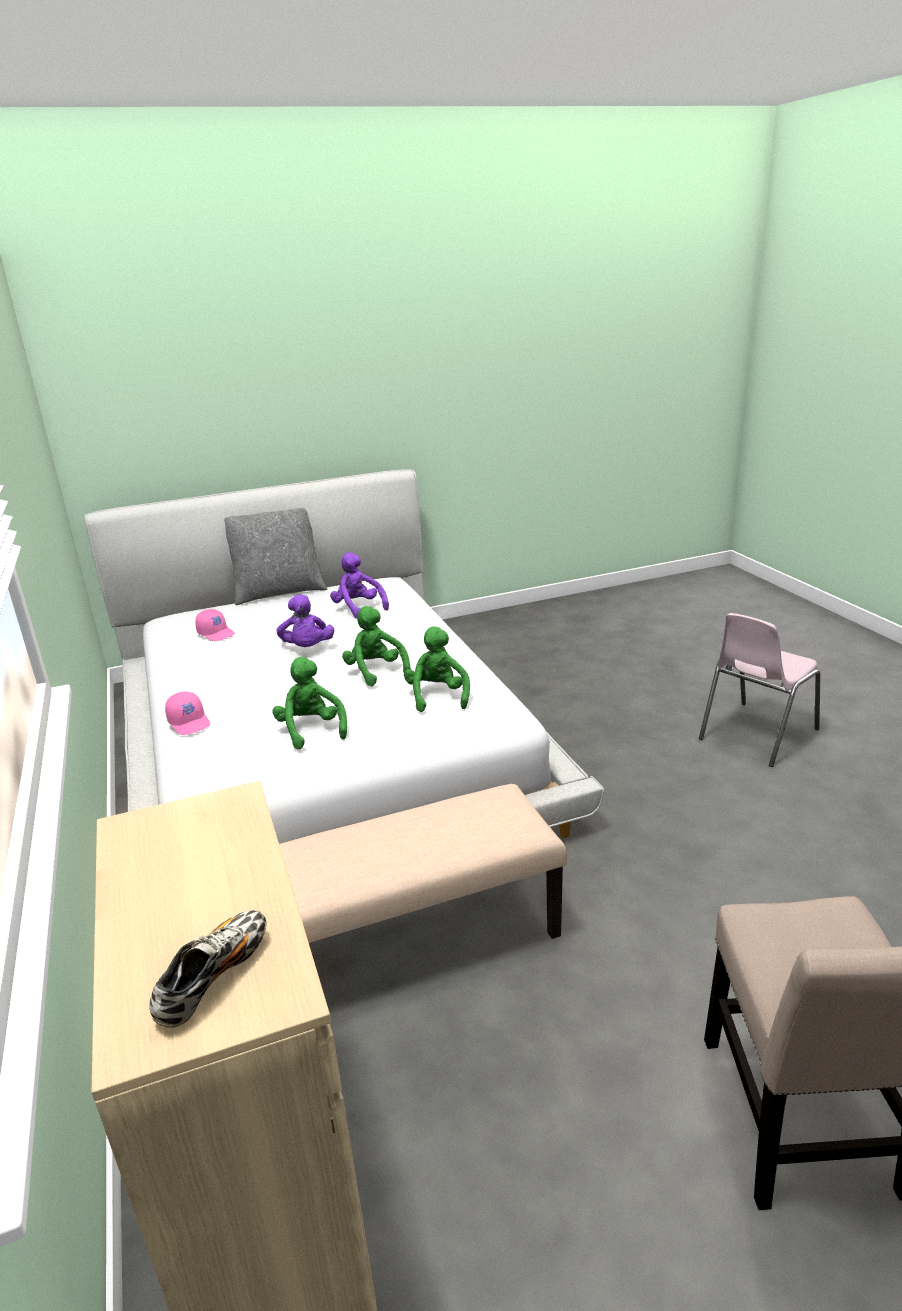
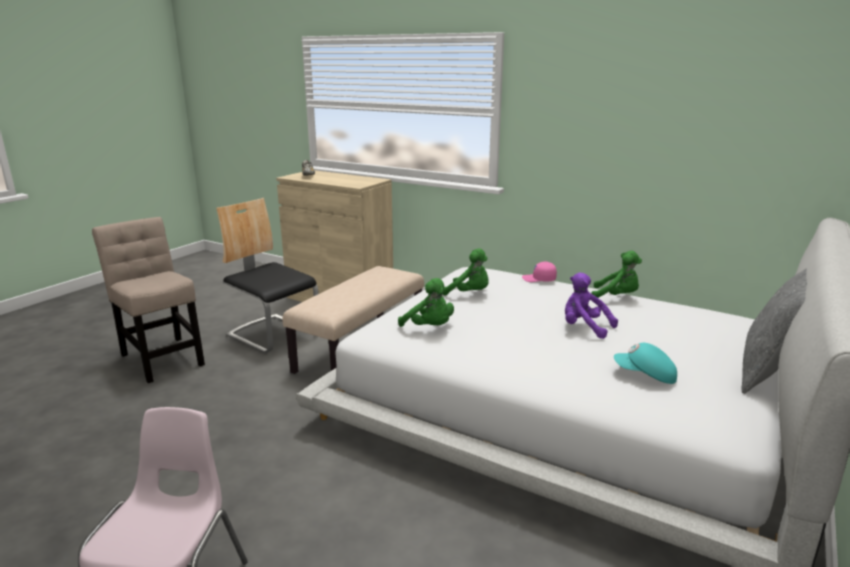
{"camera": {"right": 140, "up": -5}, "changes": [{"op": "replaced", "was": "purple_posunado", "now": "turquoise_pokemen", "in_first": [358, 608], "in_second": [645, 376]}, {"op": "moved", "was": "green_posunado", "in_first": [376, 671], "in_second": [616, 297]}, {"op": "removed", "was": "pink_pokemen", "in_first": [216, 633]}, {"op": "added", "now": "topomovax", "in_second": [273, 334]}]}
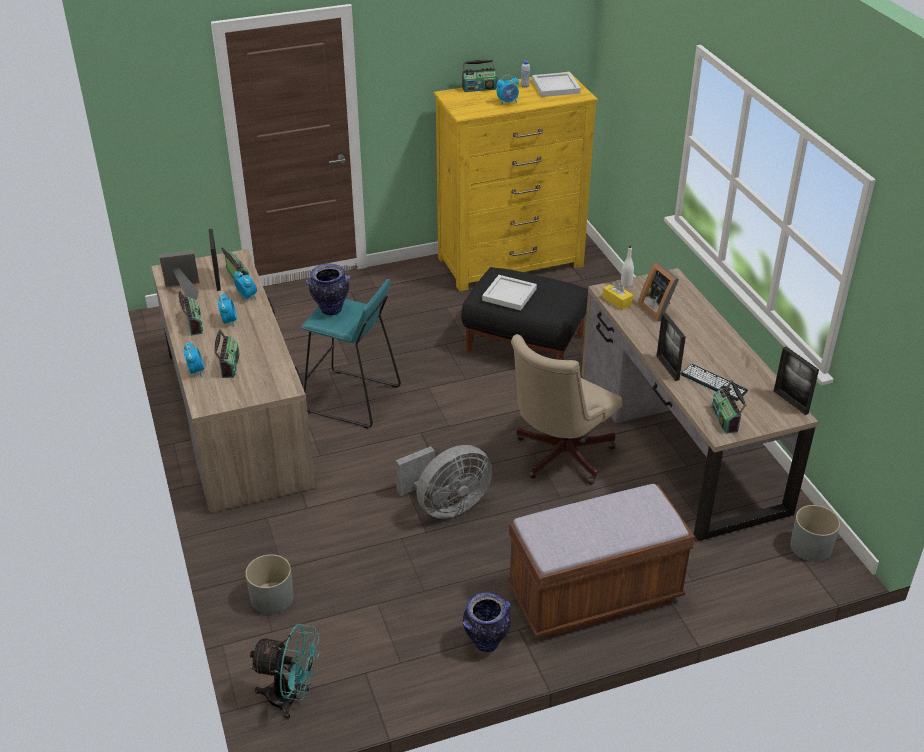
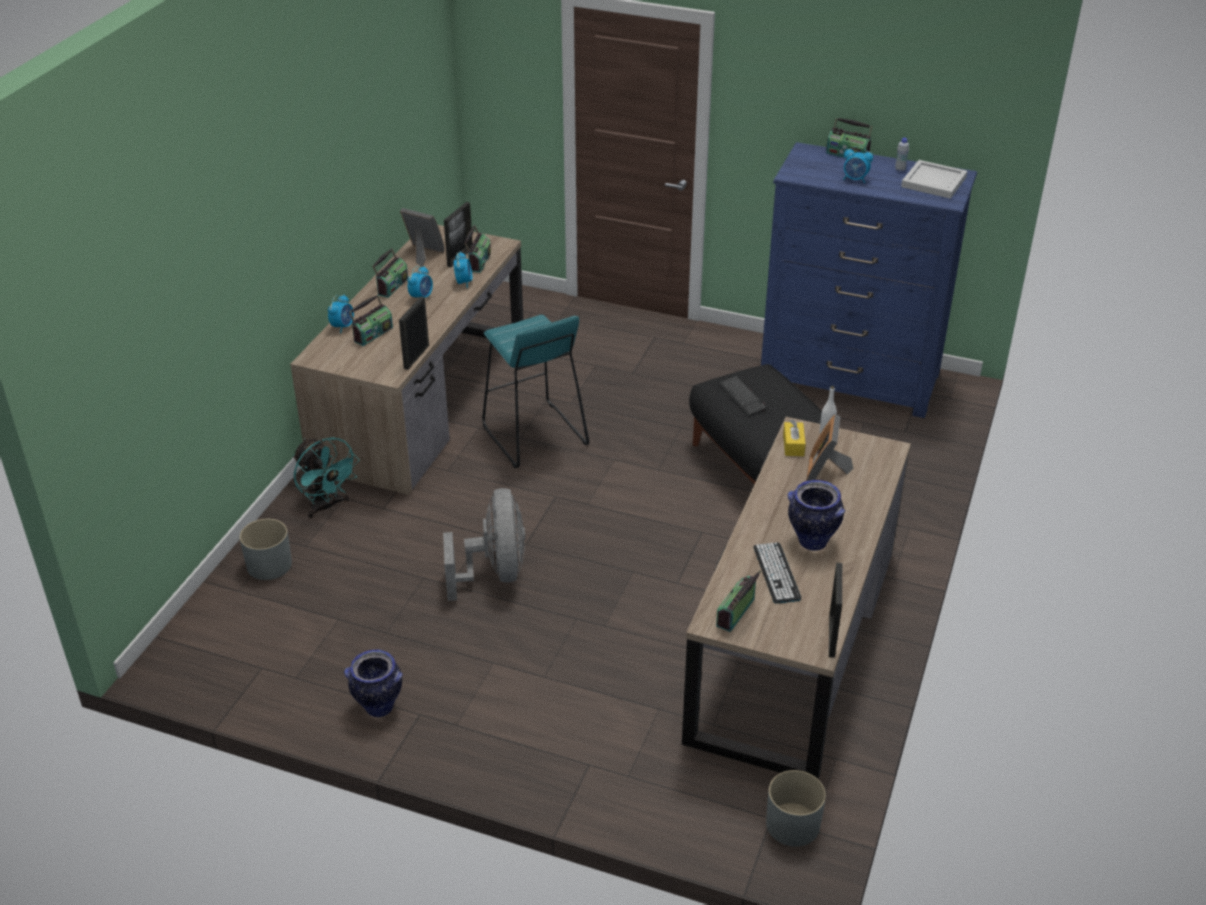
{"camera": {"right": 40, "up": 0}, "changes": [{"op": "recoloured", "was": "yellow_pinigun", "now": "blue_pinigun", "in_first": [511, 262], "in_second": [850, 379]}, {"op": "moved", "was": "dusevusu", "in_first": [330, 310], "in_second": [811, 542]}, {"op": "replaced", "was": "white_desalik", "now": "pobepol", "in_first": [510, 294], "in_second": [742, 397]}, {"op": "moved", "was": "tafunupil", "in_first": [667, 368], "in_second": [416, 357]}, {"op": "removed", "was": "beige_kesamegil", "in_first": [558, 457]}, {"op": "turned", "was": "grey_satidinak", "in_first": [446, 506], "in_second": [494, 573], "clockwise": -105}, {"op": "removed", "was": "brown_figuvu", "in_first": [594, 595]}, {"op": "moved", "was": "turquoise_satidinak", "in_first": [291, 698], "in_second": [327, 506]}]}
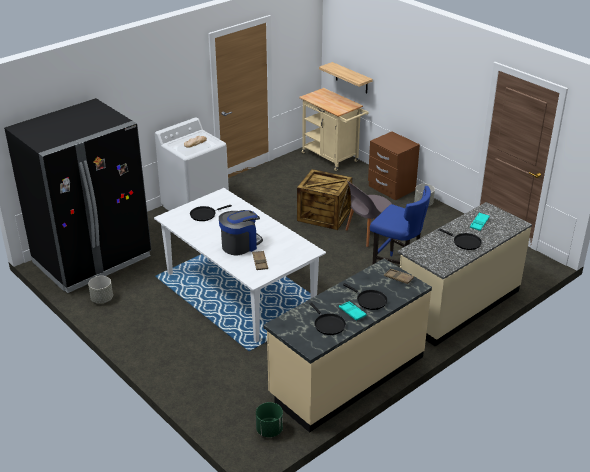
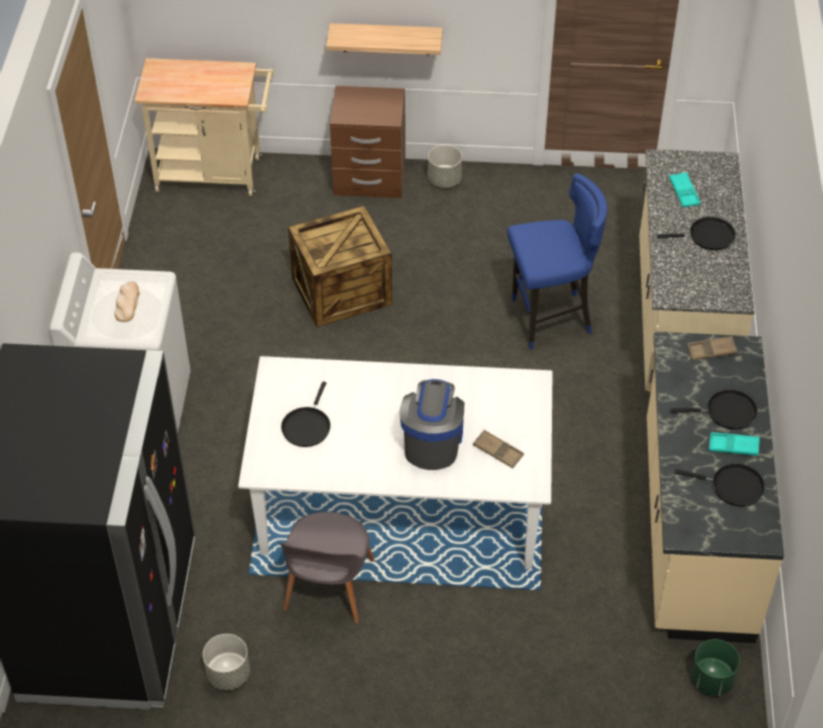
{"camera": {"right": -45, "up": 15}, "changes": [{"op": "moved", "was": "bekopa", "in_first": [351, 78], "in_second": [386, 39]}, {"op": "moved", "was": "grey_topomovax", "in_first": [368, 233], "in_second": [328, 588]}]}
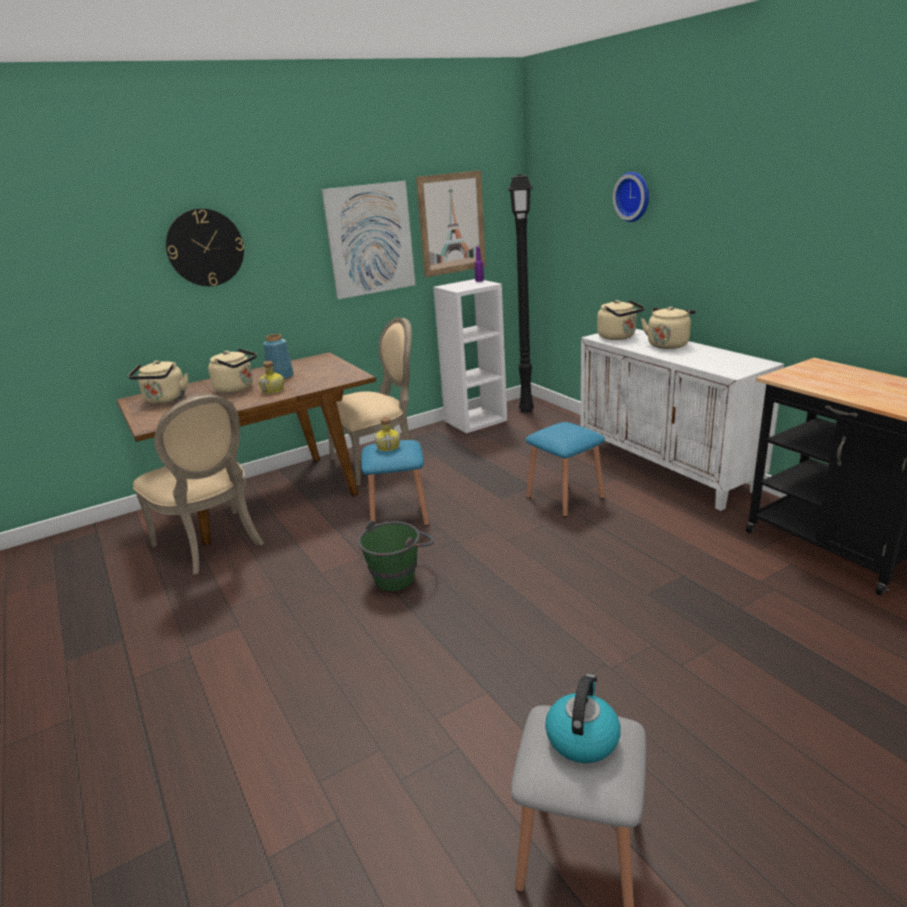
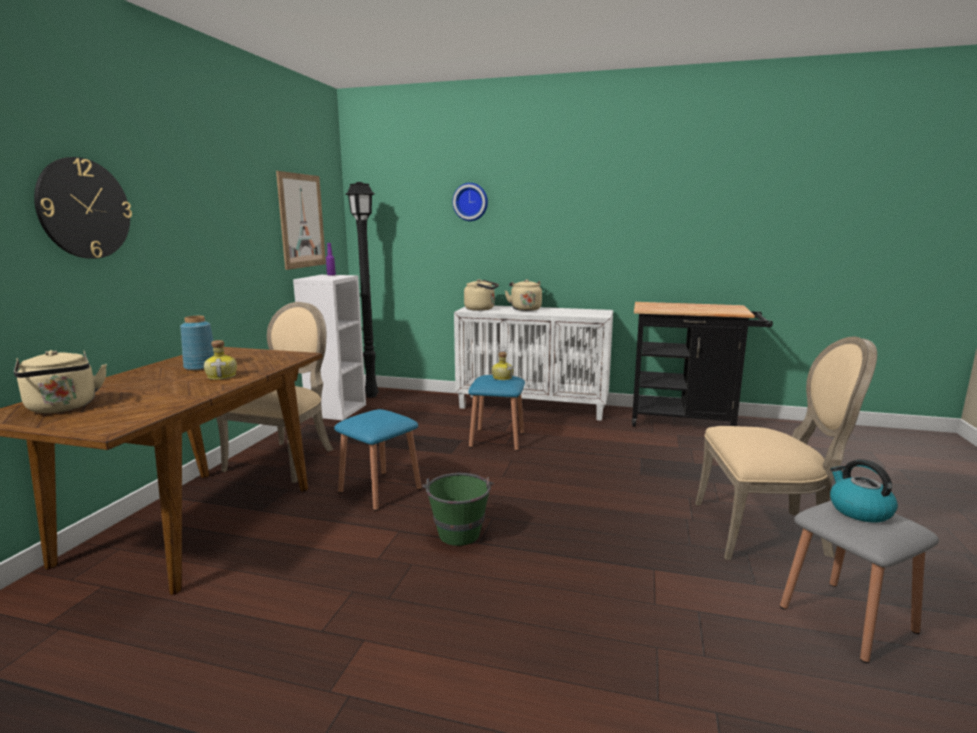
{"camera": {"right": -45, "up": -10}, "changes": [{"op": "removed", "was": "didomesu", "in_first": [370, 240]}, {"op": "removed", "was": "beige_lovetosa", "in_first": [237, 388]}, {"op": "moved", "was": "beige_topomovax", "in_first": [213, 544], "in_second": [766, 531]}, {"op": "moved", "was": "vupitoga", "in_first": [389, 447], "in_second": [502, 377]}]}
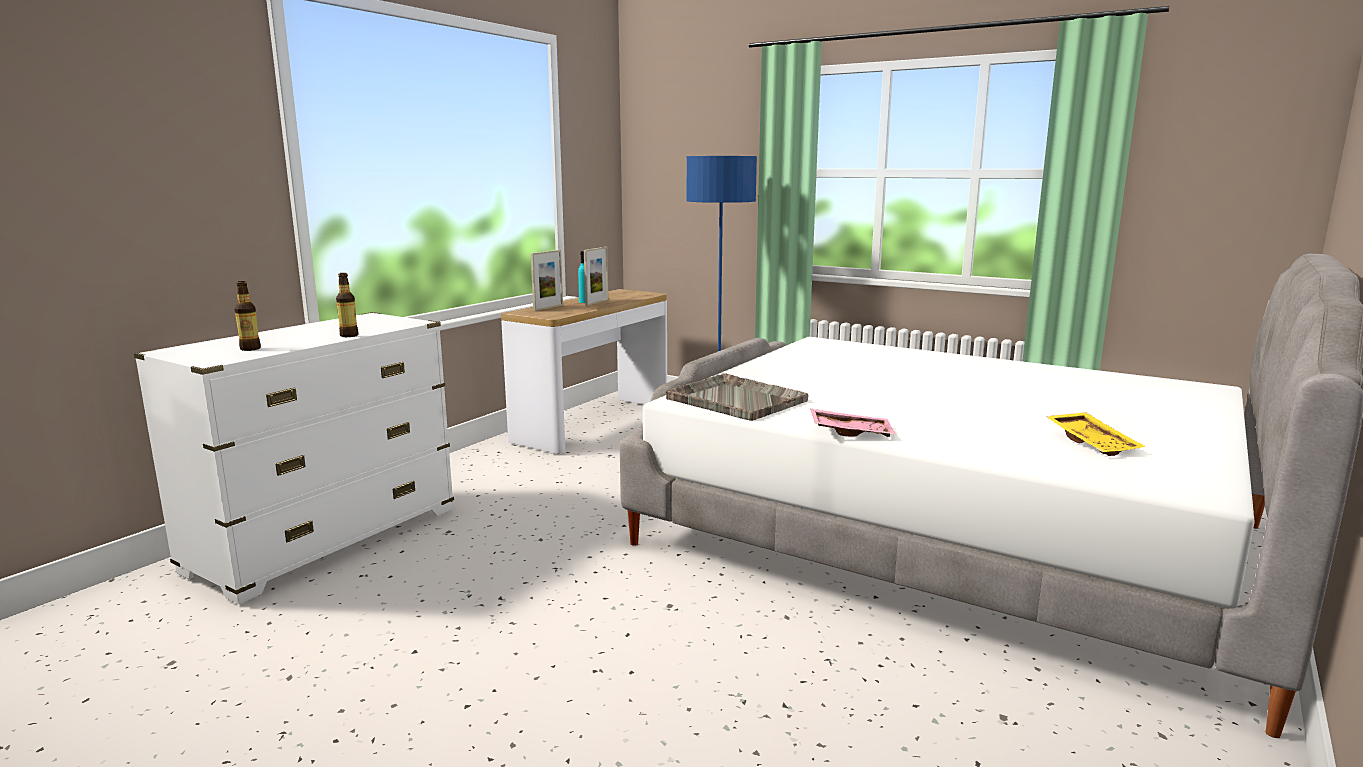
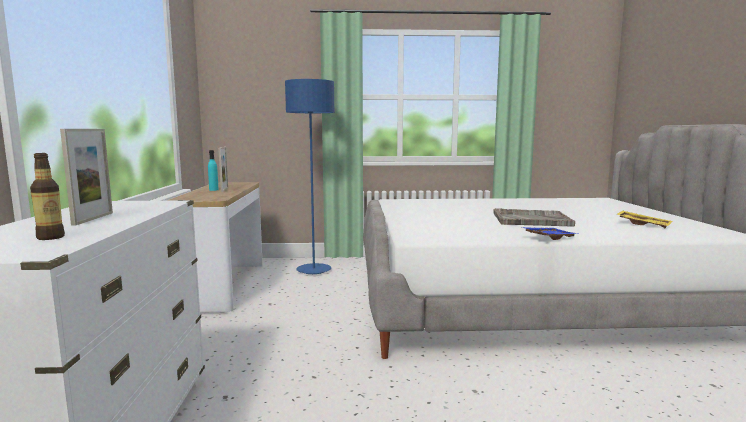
{"camera": {"right": -35, "up": -5}, "changes": [{"op": "moved", "was": "tafunupil", "in_first": [548, 307], "in_second": [93, 219]}, {"op": "removed", "was": "vupitoga", "in_first": [349, 335]}, {"op": "moved", "was": "grey_desalik", "in_first": [735, 399], "in_second": [530, 219]}, {"op": "recoloured", "was": "pink_desalik", "now": "blue_desalik", "in_first": [851, 432], "in_second": [548, 238]}]}
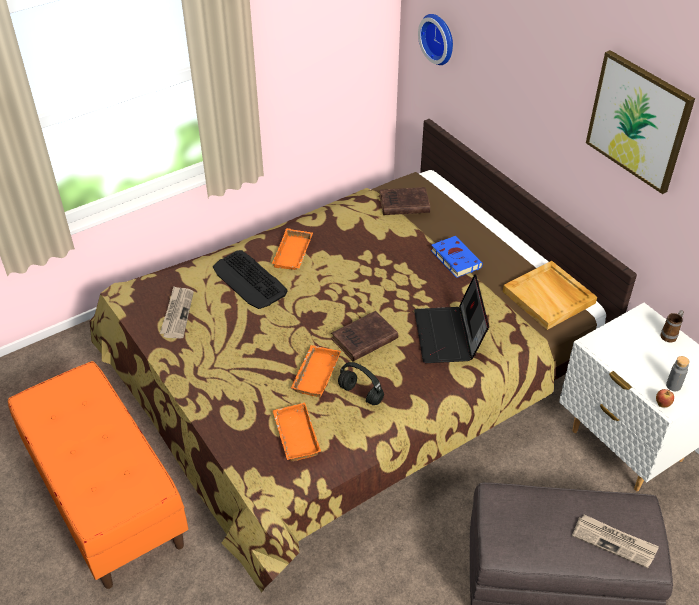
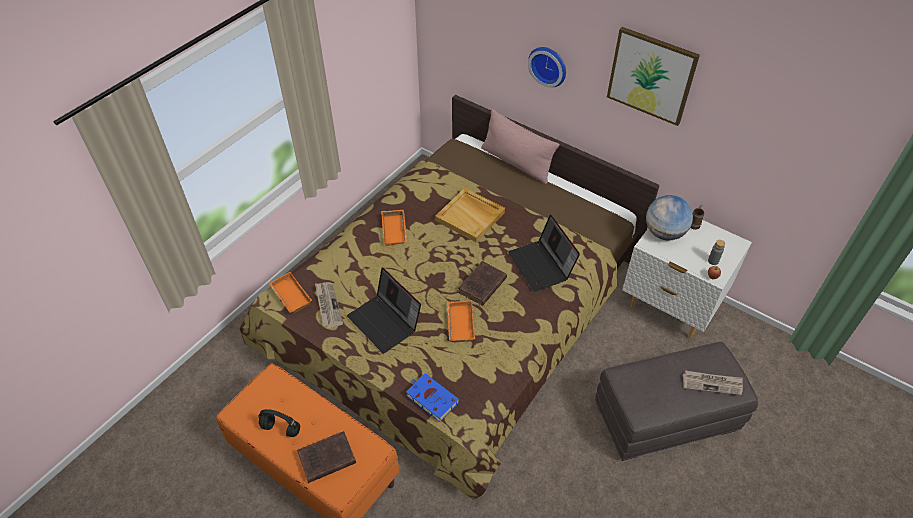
{"camera": {"right": -20, "up": 5}, "changes": [{"op": "moved", "was": "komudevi", "in_first": [439, 38], "in_second": [549, 65]}, {"op": "moved", "was": "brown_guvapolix", "in_first": [402, 204], "in_second": [325, 459]}, {"op": "moved", "was": "blue_guvapolix", "in_first": [454, 258], "in_second": [431, 398]}, {"op": "removed", "was": "pobepol", "in_first": [249, 280]}, {"op": "moved", "was": "beige_desalik", "in_first": [549, 297], "in_second": [470, 216]}, {"op": "moved", "was": "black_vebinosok", "in_first": [361, 394], "in_second": [282, 429]}, {"op": "moved", "was": "orange_desalik", "in_first": [294, 435], "in_second": [289, 296]}, {"op": "added", "now": "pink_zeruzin", "in_second": [516, 163]}, {"op": "added", "now": "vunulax", "in_second": [664, 233]}, {"op": "added", "now": "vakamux", "in_second": [385, 322]}]}
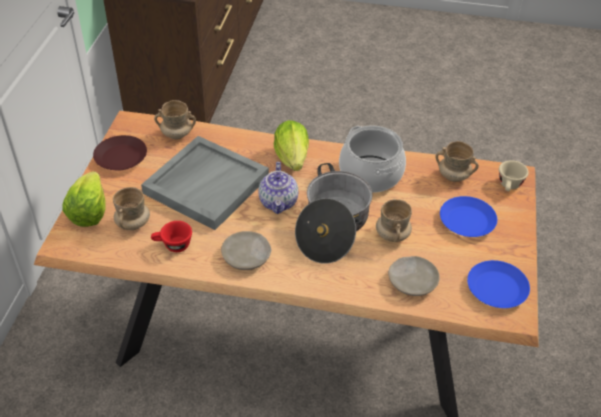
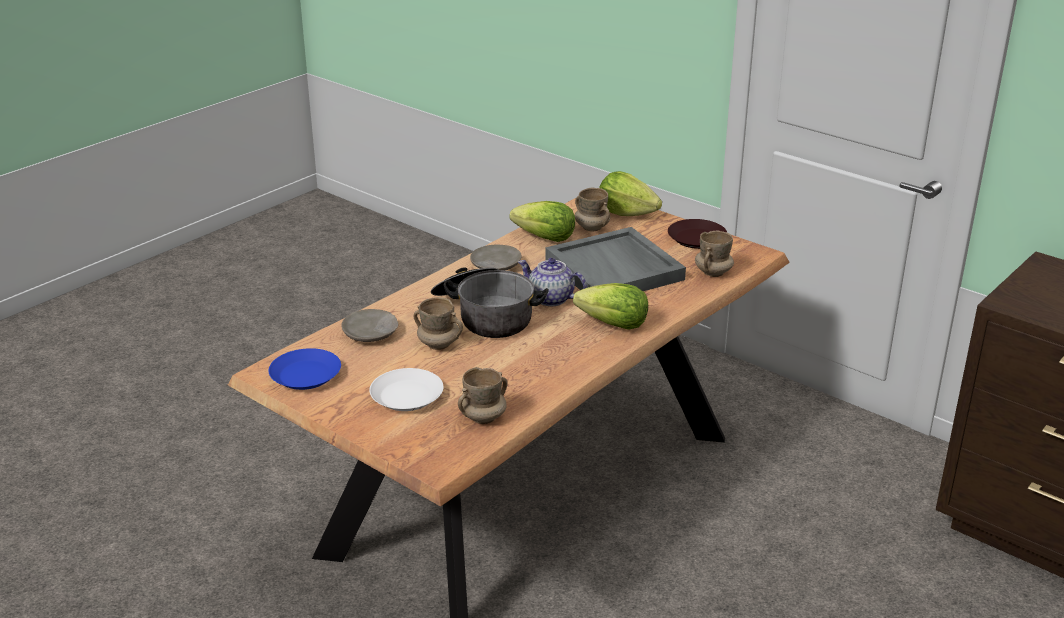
{"camera": {"right": 120, "up": -15}, "changes": [{"op": "removed", "was": "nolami", "in_first": [370, 174]}, {"op": "removed", "was": "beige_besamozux", "in_first": [509, 186]}, {"op": "recoloured", "was": "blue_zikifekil", "now": "white_zikifekil", "in_first": [467, 221], "in_second": [407, 396]}, {"op": "replaced", "was": "red_besamozux", "now": "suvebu", "in_first": [173, 245], "in_second": [545, 238]}]}
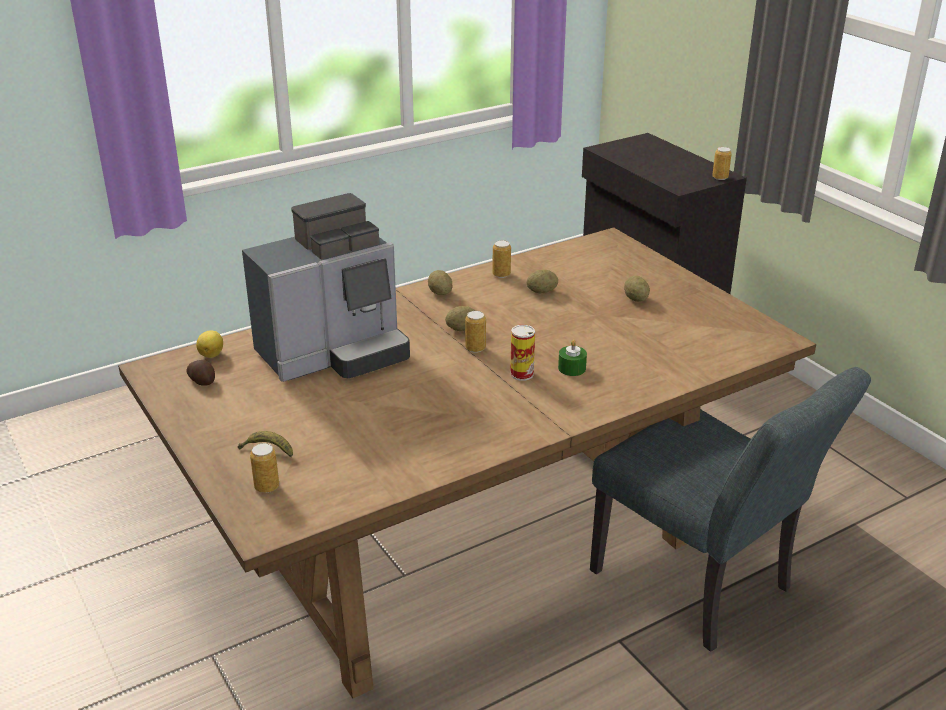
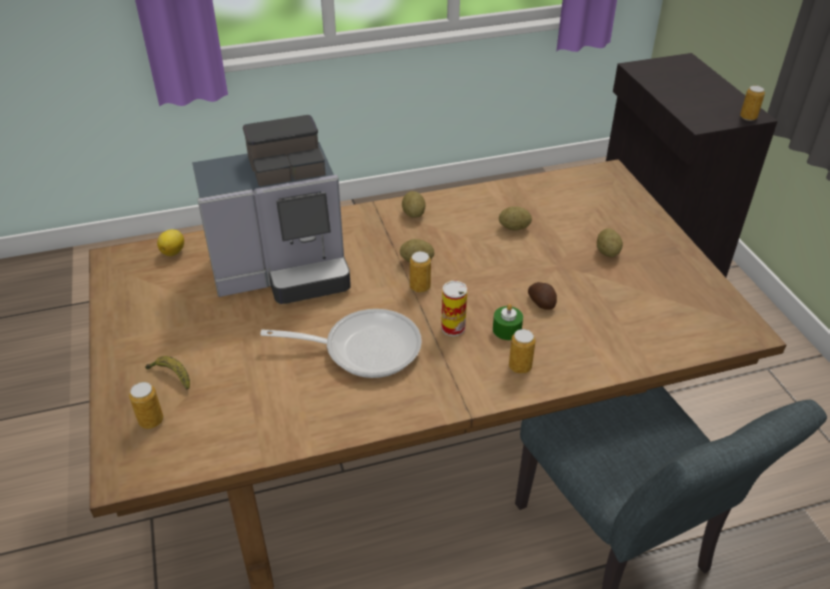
{"camera": {"right": 15, "up": 10}, "changes": [{"op": "moved", "was": "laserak", "in_first": [501, 274], "in_second": [520, 367]}, {"op": "moved", "was": "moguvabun", "in_first": [202, 380], "in_second": [542, 302]}, {"op": "added", "now": "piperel", "in_second": [364, 348]}]}
